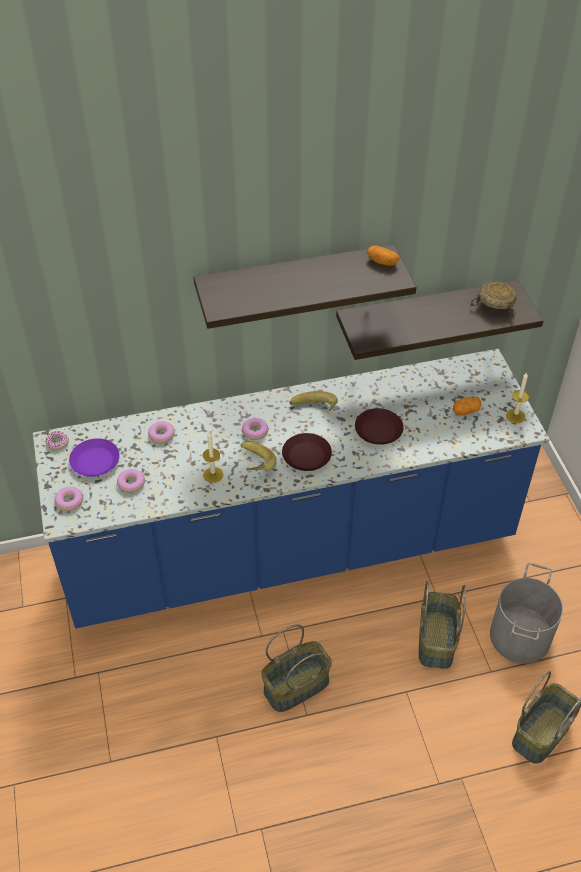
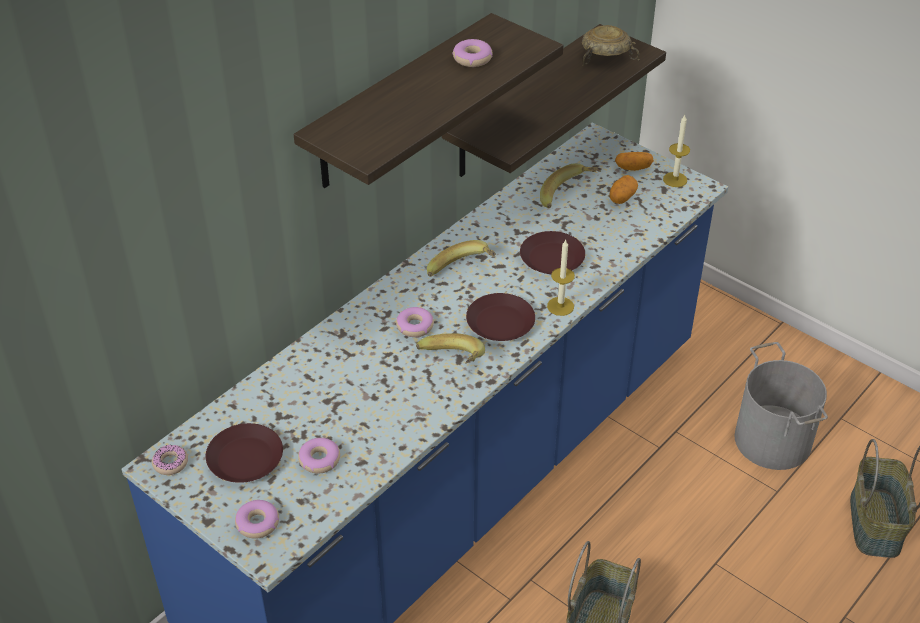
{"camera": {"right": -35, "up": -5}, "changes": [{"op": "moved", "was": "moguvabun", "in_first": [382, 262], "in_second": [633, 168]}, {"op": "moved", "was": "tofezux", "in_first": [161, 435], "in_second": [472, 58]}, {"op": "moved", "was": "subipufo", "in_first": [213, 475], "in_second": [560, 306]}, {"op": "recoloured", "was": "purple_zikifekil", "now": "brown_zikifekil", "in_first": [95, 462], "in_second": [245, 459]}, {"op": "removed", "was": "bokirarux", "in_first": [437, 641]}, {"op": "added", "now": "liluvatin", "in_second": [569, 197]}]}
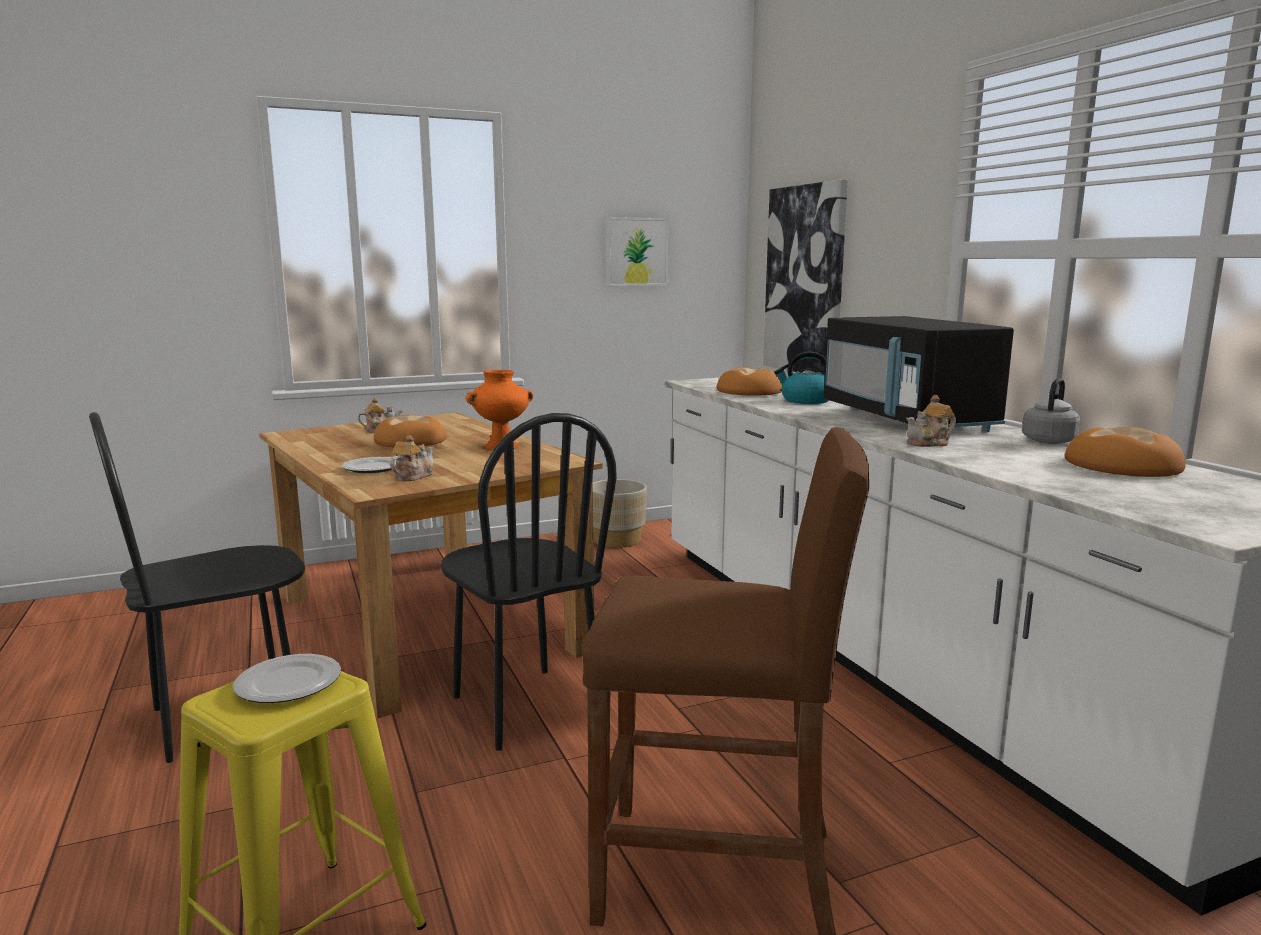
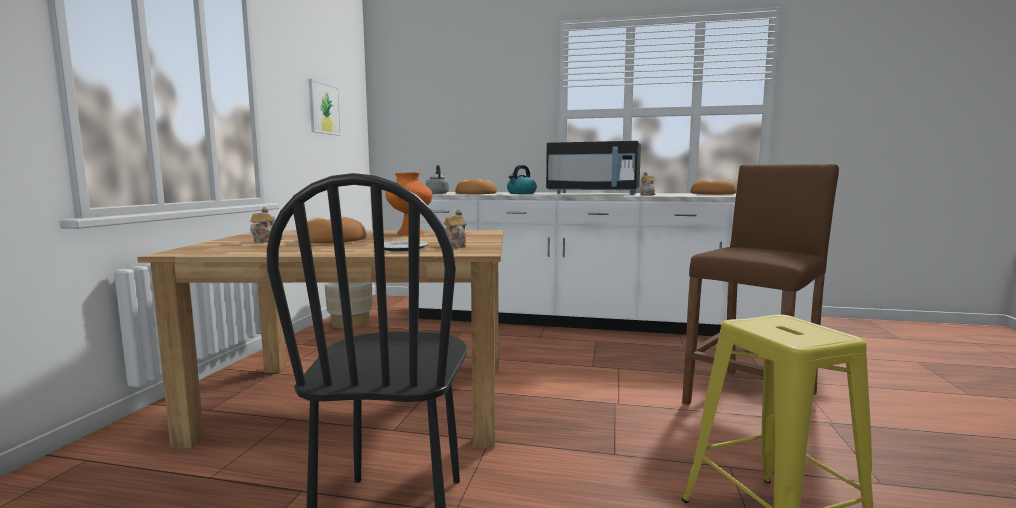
{"camera": {"right": -55, "up": -5}, "changes": [{"op": "removed", "was": "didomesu", "in_first": [805, 280]}, {"op": "moved", "was": "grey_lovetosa", "in_first": [1049, 441], "in_second": [437, 193]}, {"op": "removed", "was": "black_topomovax", "in_first": [525, 707]}, {"op": "removed", "was": "zikifekil", "in_first": [288, 684]}]}
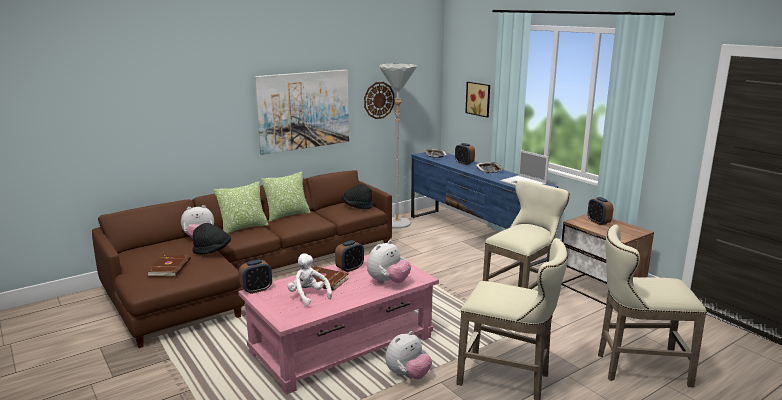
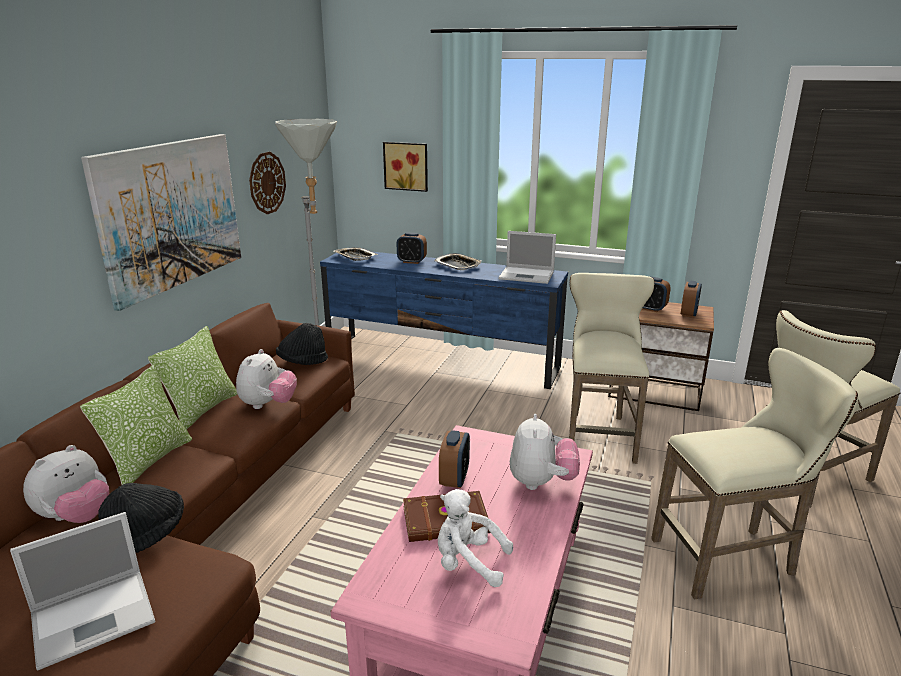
{"camera": {"right": -35, "up": 5}, "changes": [{"op": "replaced", "was": "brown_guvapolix", "now": "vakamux", "in_first": [170, 268], "in_second": [95, 616]}, {"op": "moved", "was": "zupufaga", "in_first": [256, 290], "in_second": [688, 314]}, {"op": "moved", "was": "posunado", "in_first": [408, 375], "in_second": [268, 405]}]}
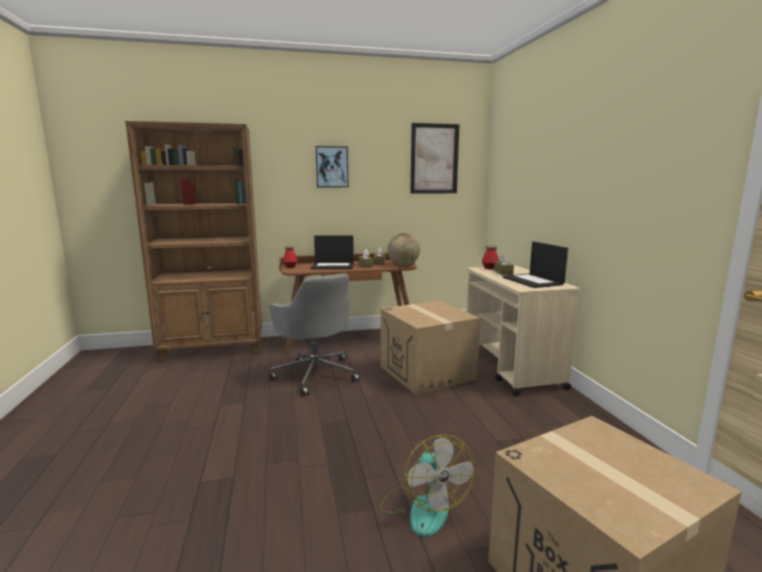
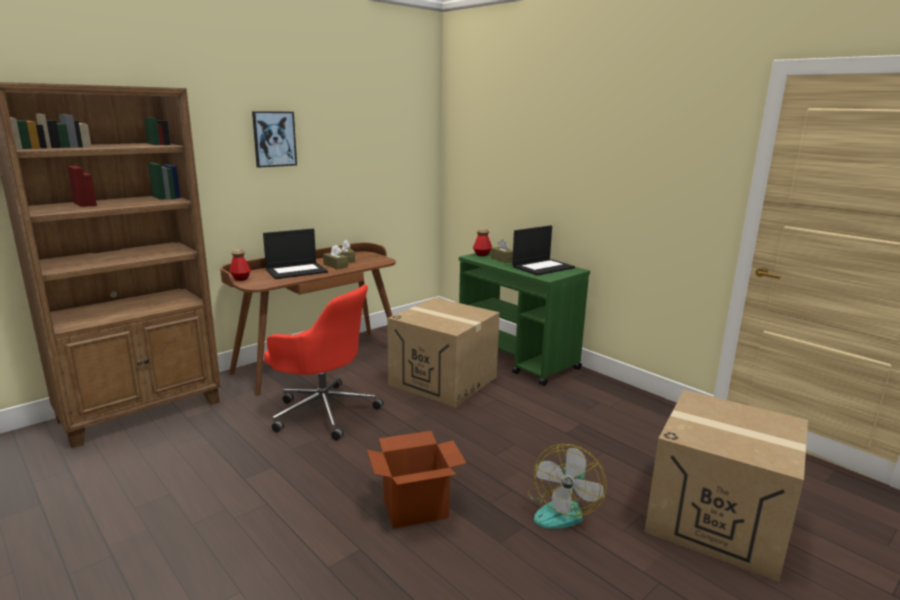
{"camera": {"right": -30, "up": 5}, "changes": [{"op": "removed", "was": "didomesu", "in_first": [434, 159]}, {"op": "removed", "was": "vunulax", "in_first": [403, 265]}, {"op": "turned", "was": "vakamux", "in_first": [533, 281], "in_second": [543, 267], "clockwise": -75}, {"op": "recoloured", "was": "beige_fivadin", "now": "green_fivadin", "in_first": [512, 369], "in_second": [517, 359]}, {"op": "recoloured", "was": "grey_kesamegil", "now": "red_kesamegil", "in_first": [315, 374], "in_second": [323, 411]}, {"op": "turned", "was": "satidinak", "in_first": [423, 507], "in_second": [562, 509], "clockwise": 75}, {"op": "added", "now": "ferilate", "in_second": [416, 508]}]}
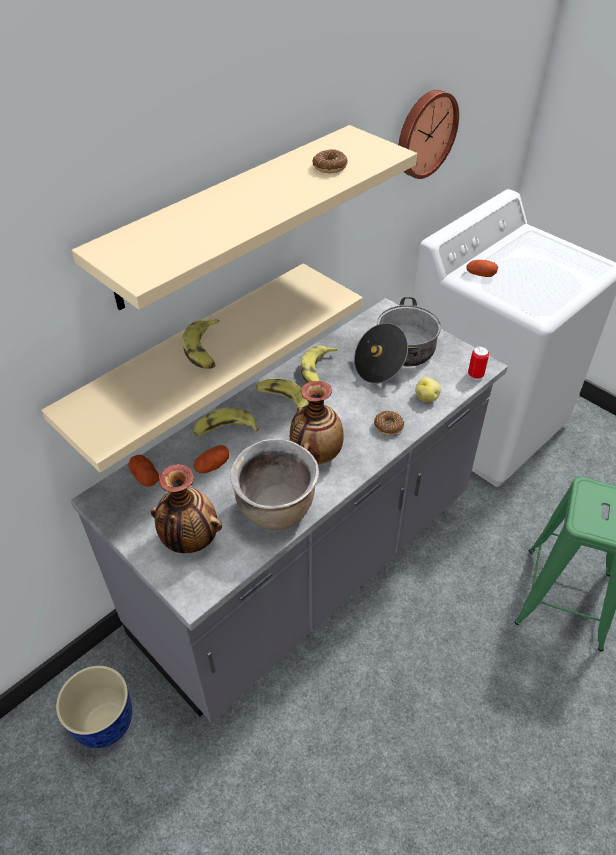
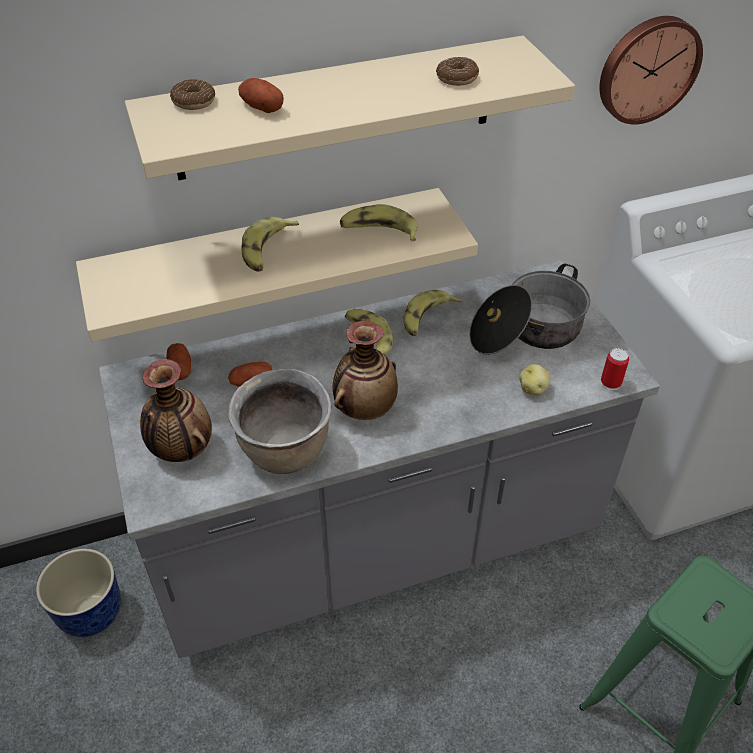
{"camera": {"right": 25, "up": 0}, "changes": [{"op": "moved", "was": "moguvabun", "in_first": [480, 275], "in_second": [261, 107]}, {"op": "moved", "was": "liluvatin", "in_first": [225, 430], "in_second": [379, 231]}, {"op": "moved", "was": "tofezux", "in_first": [388, 426], "in_second": [193, 102]}]}
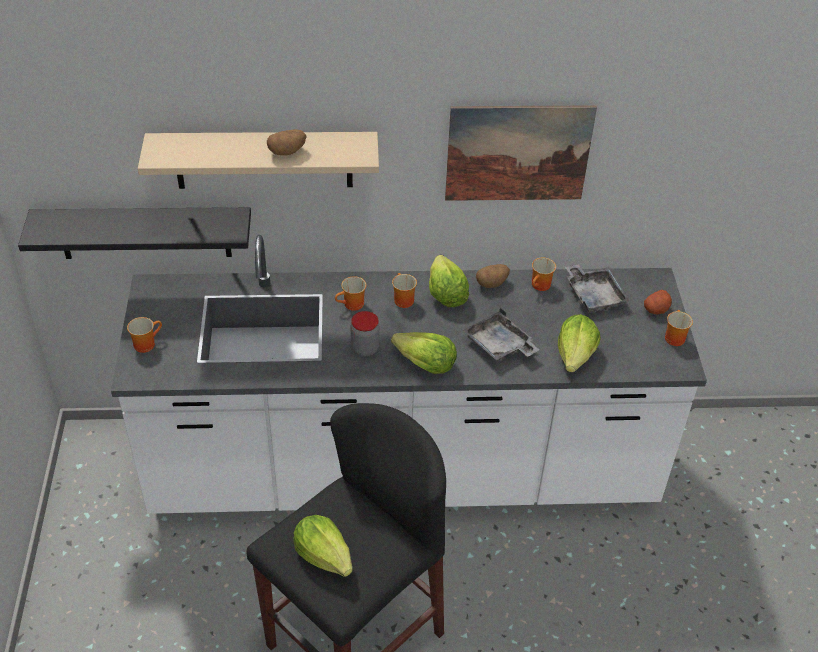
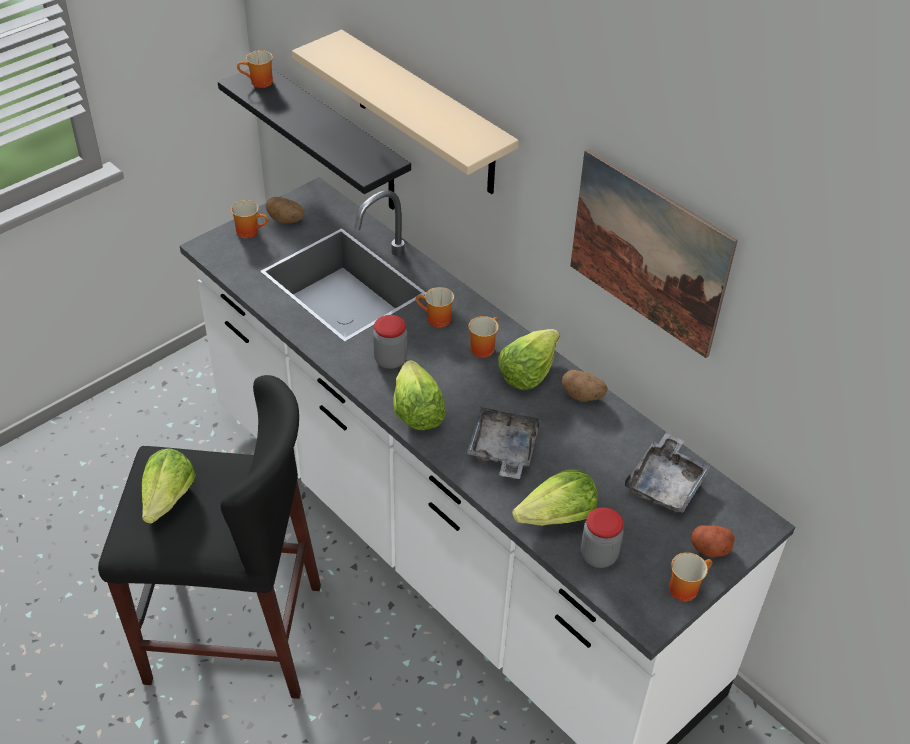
{"camera": {"right": 50, "up": 0}, "changes": [{"op": "moved", "was": "moguvabun", "in_first": [287, 152], "in_second": [286, 220]}, {"op": "moved", "was": "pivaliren", "in_first": [541, 286], "in_second": [259, 83]}, {"op": "added", "now": "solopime", "in_second": [598, 555]}]}
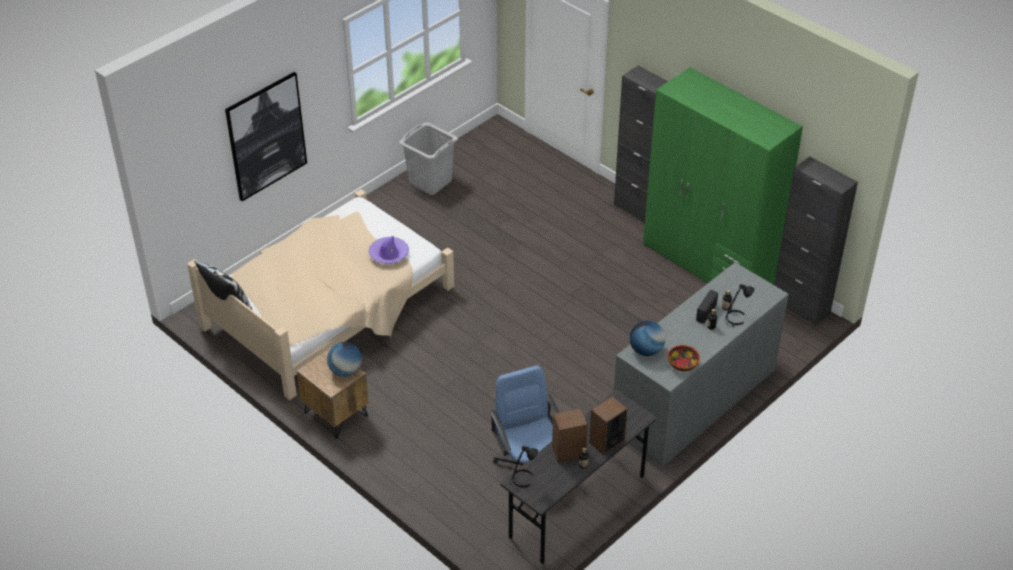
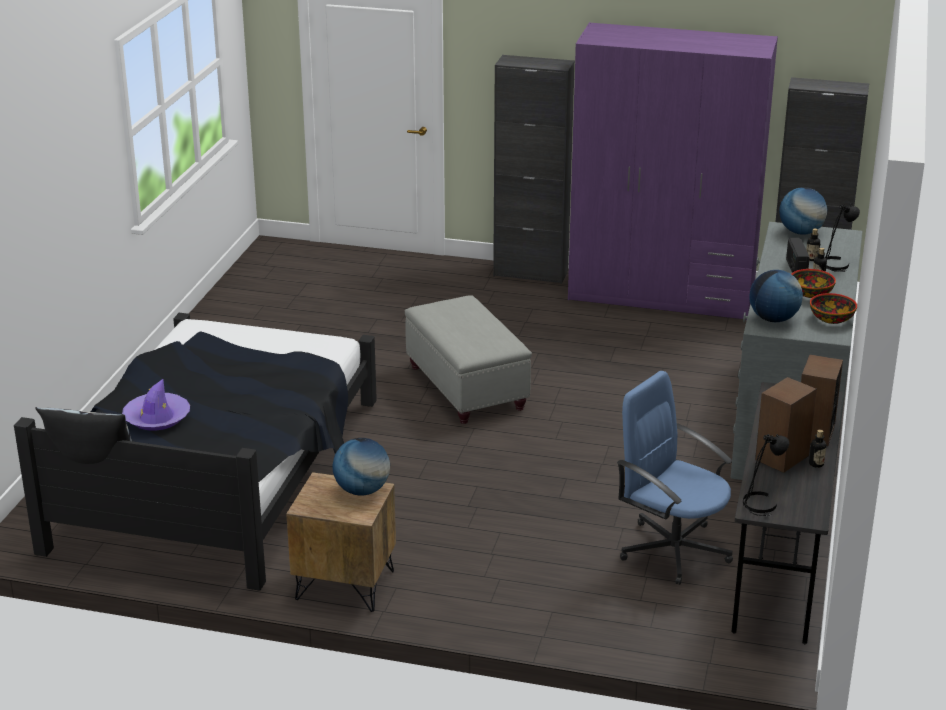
{"camera": {"right": -30, "up": -15}, "changes": [{"op": "recoloured", "was": "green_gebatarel", "now": "purple_gebatarel", "in_first": [708, 263], "in_second": [662, 295]}, {"op": "removed", "was": "didomesu", "in_first": [266, 136]}, {"op": "removed", "was": "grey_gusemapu", "in_first": [430, 182]}, {"op": "recoloured", "was": "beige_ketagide", "now": "black_ketagide", "in_first": [330, 309], "in_second": [220, 476]}, {"op": "moved", "was": "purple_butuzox", "in_first": [389, 254], "in_second": [157, 418]}, {"op": "added", "now": "vunulax", "in_second": [801, 232]}, {"op": "added", "now": "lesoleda", "in_second": [811, 293]}, {"op": "added", "now": "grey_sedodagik", "in_second": [466, 387]}]}
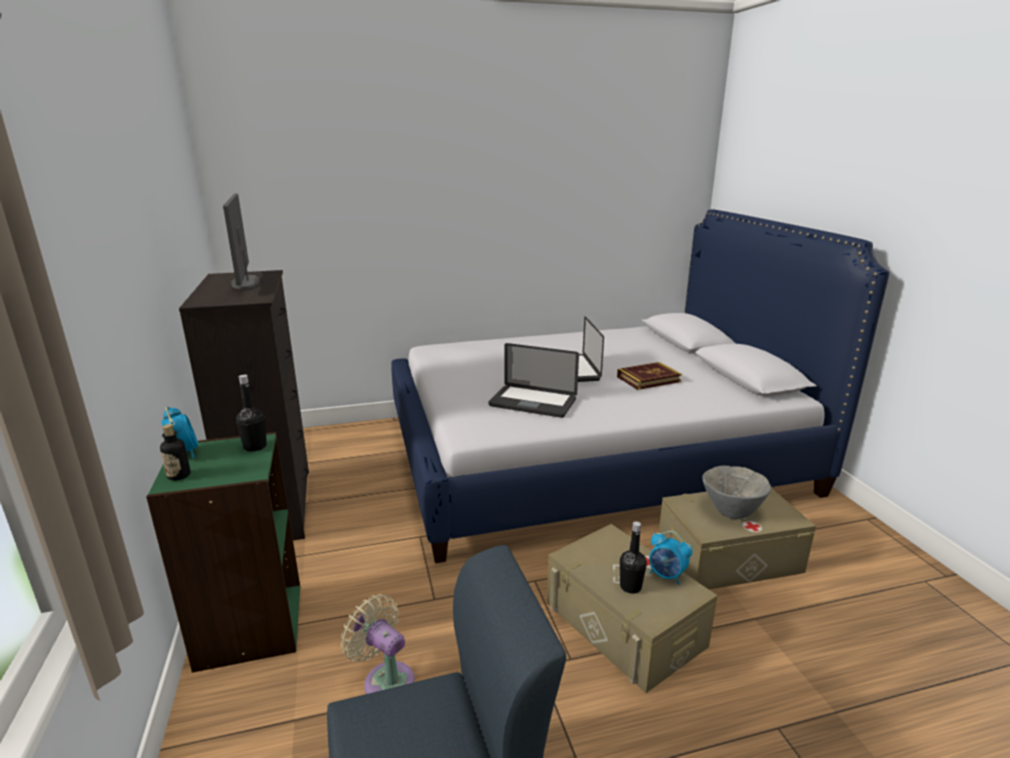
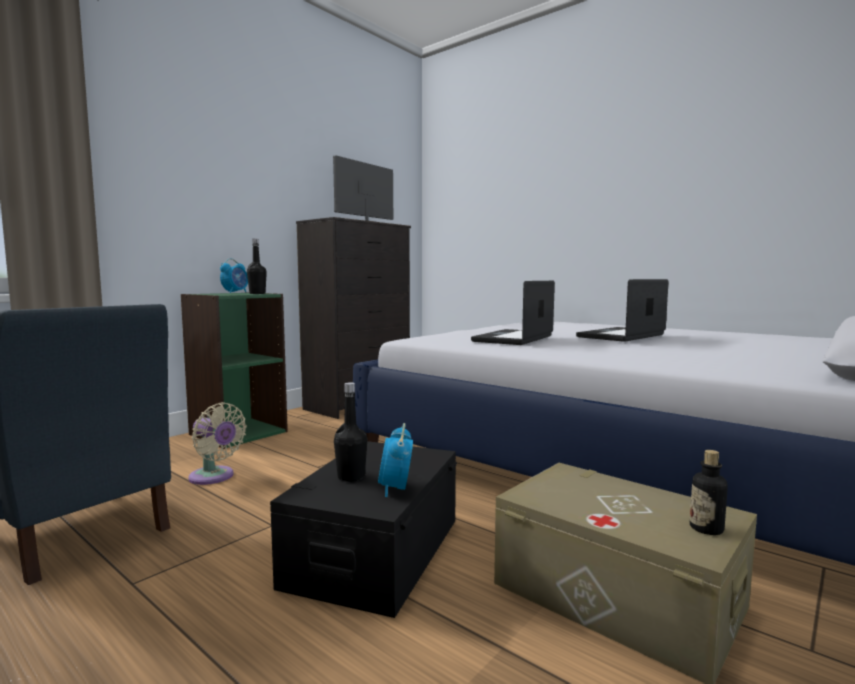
{"camera": {"right": 55, "up": -15}, "changes": [{"op": "turned", "was": "vakamux", "in_first": [532, 403], "in_second": [513, 339], "clockwise": 45}, {"op": "removed", "was": "guvapolix", "in_first": [648, 379]}, {"op": "moved", "was": "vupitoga", "in_first": [179, 475], "in_second": [706, 528]}, {"op": "removed", "was": "grey_lesoleda", "in_first": [731, 511]}, {"op": "recoloured", "was": "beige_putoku", "now": "black_putoku", "in_first": [624, 624], "in_second": [375, 551]}, {"op": "turned", "was": "beige_satidinak", "in_first": [385, 679], "in_second": [214, 477], "clockwise": 120}]}
